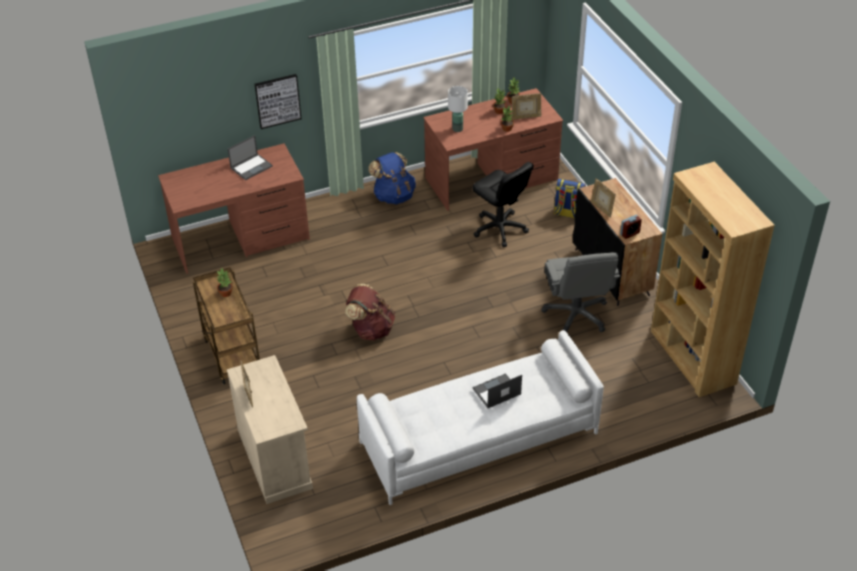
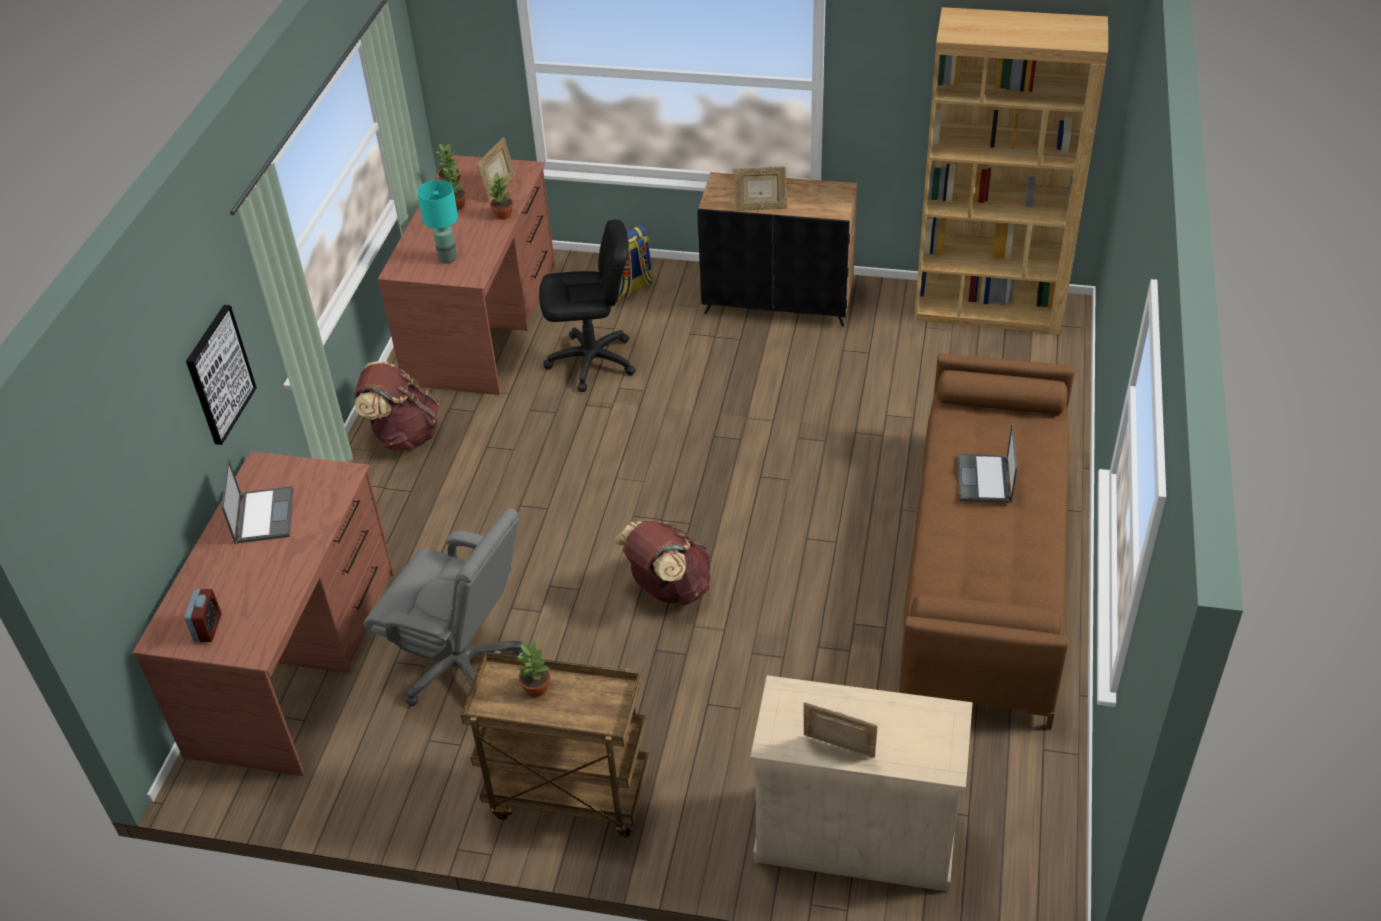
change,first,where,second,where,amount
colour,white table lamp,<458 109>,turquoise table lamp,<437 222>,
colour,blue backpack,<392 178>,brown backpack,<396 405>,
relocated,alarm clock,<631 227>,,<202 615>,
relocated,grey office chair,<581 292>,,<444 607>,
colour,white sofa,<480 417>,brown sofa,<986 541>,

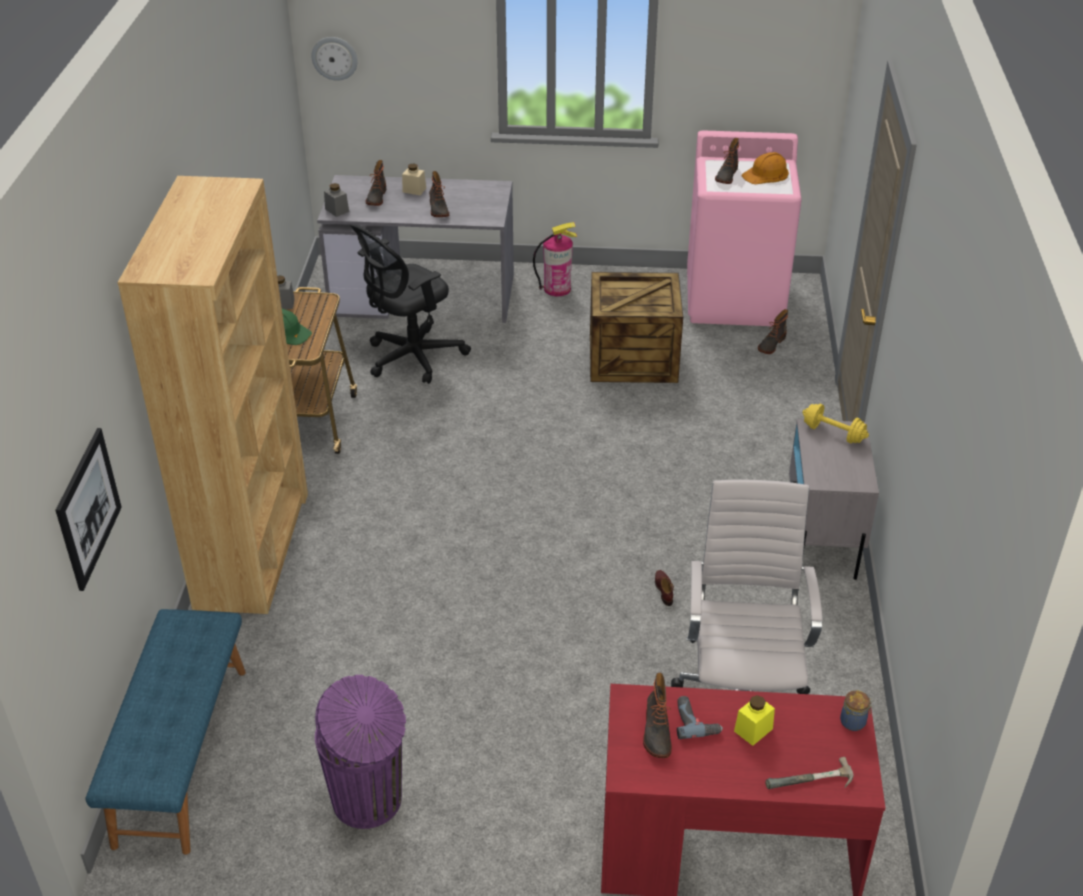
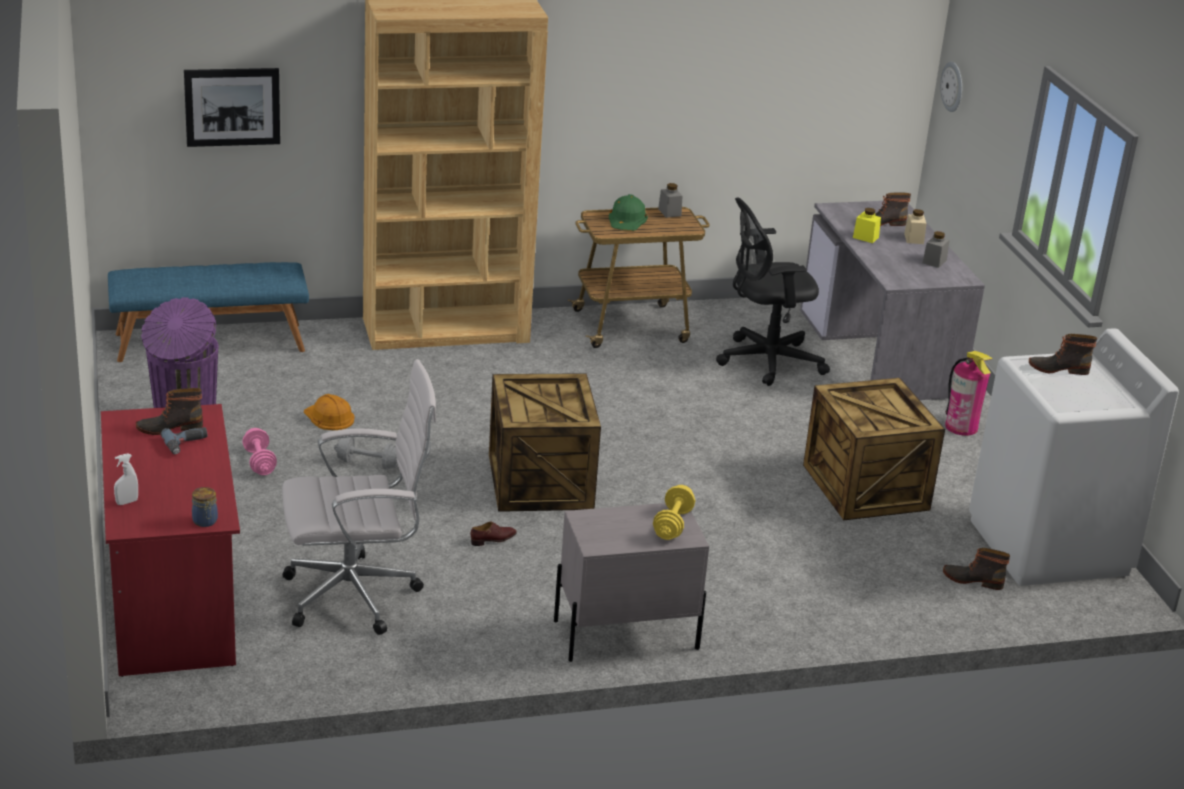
change,first,where,second,where,amount
colour,pink washing machine,<744 228>,white washing machine,<1074 457>,
relocated,orange hard hat,<765 168>,,<329 412>,
missing,boot,<439 194>,,,
relocated,grey jar,<336 200>,,<935 249>,
spun,black office chair,<411 304>,,<773 291>,45 degrees counterclockwise
relocated,yellow jar,<754 720>,,<867 225>,
exchanged,hammer,<809 773>,white spray bottle,<126 479>,
appeared,,,crate,<545 442>,
appeared,,,pink dumbbell,<259 451>,
appeared,,,grey dumbbell,<365 453>,

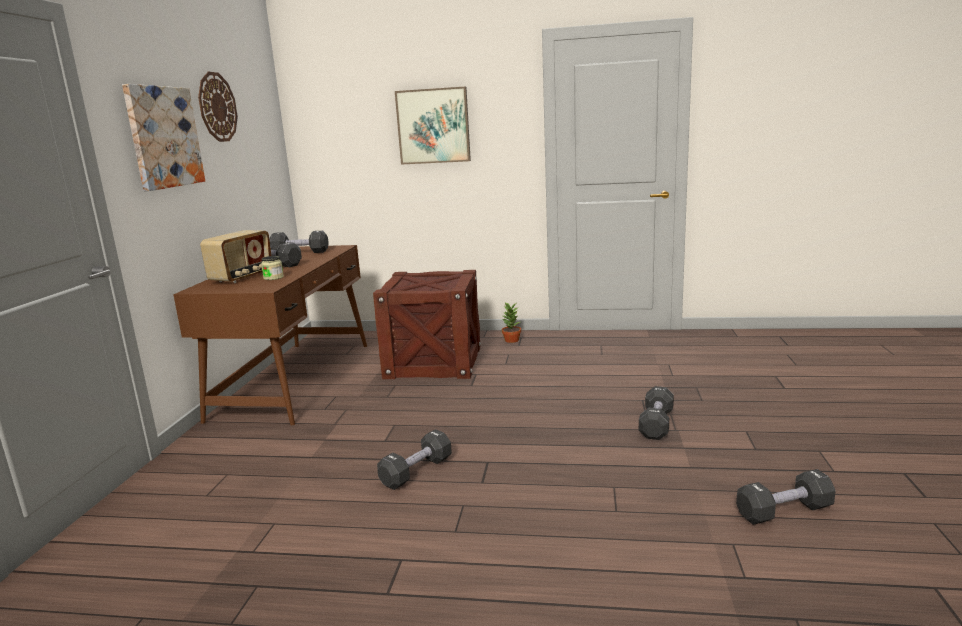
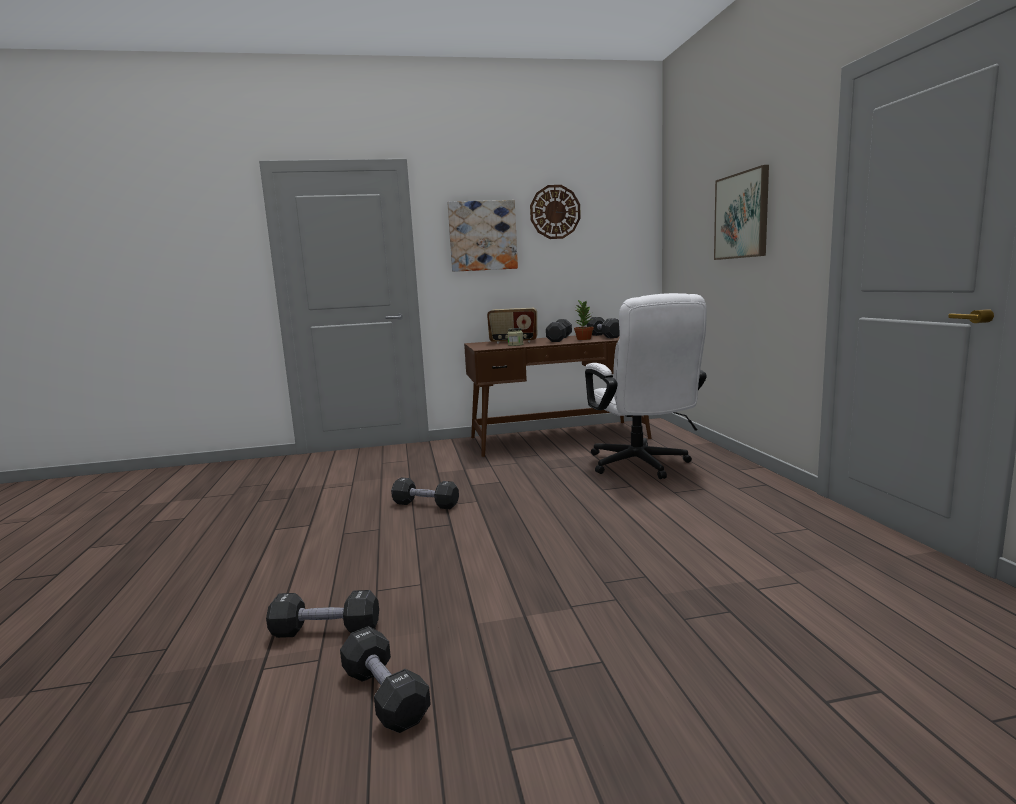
change,first,where,second,where,amount
exchanged,crate,<427 324>,white office chair,<646 386>,
relocated,potted plant,<511 322>,,<584 320>,
relocated,black dumbbell,<656 413>,,<322 614>,

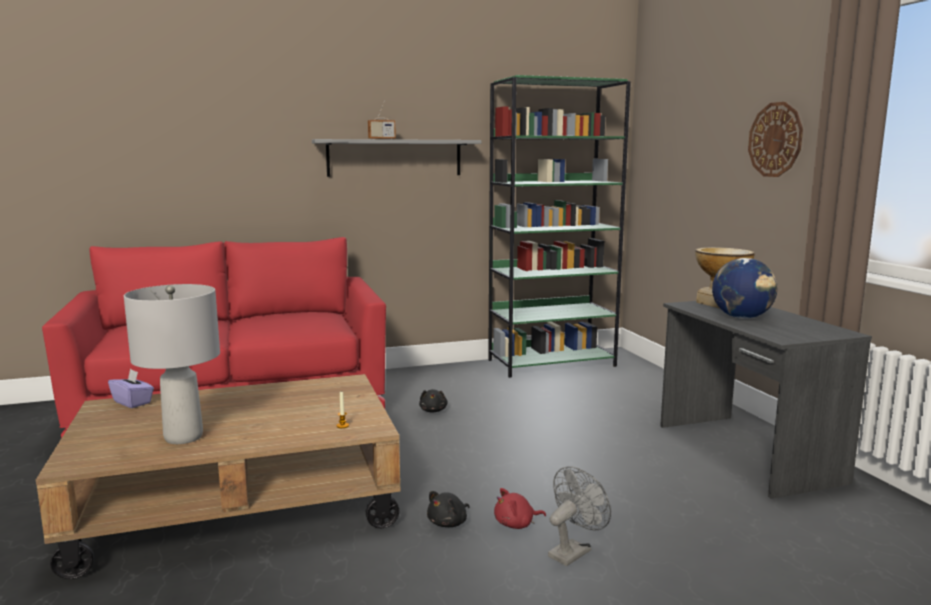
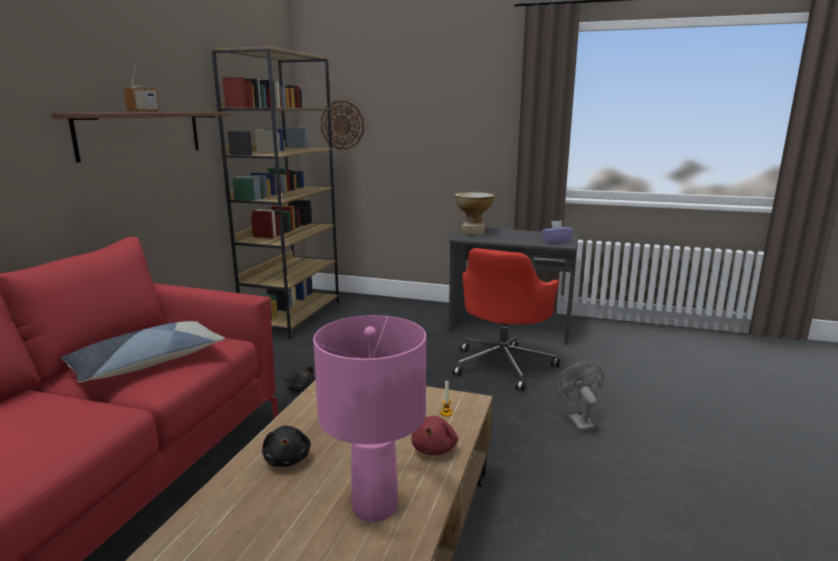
change,first,where,second,where,amount
colour,green bookcase,<559 226>,brown bookcase,<275 193>,
relocated,wall clock,<775 139>,,<342 125>,
colour,grey shelf,<396 158>,brown shelf,<140 137>,
missing,globe,<744 288>,,,
colour,grey table lamp,<172 364>,pink table lamp,<369 418>,
relocated,purple tissue box,<131 388>,,<557 231>,
relocated,red plush toy,<520 508>,,<434 435>,
relocated,black plush toy,<448 509>,,<286 446>,
appeared,,,red office chair,<506 319>,
appeared,,,pillow,<143 351>,

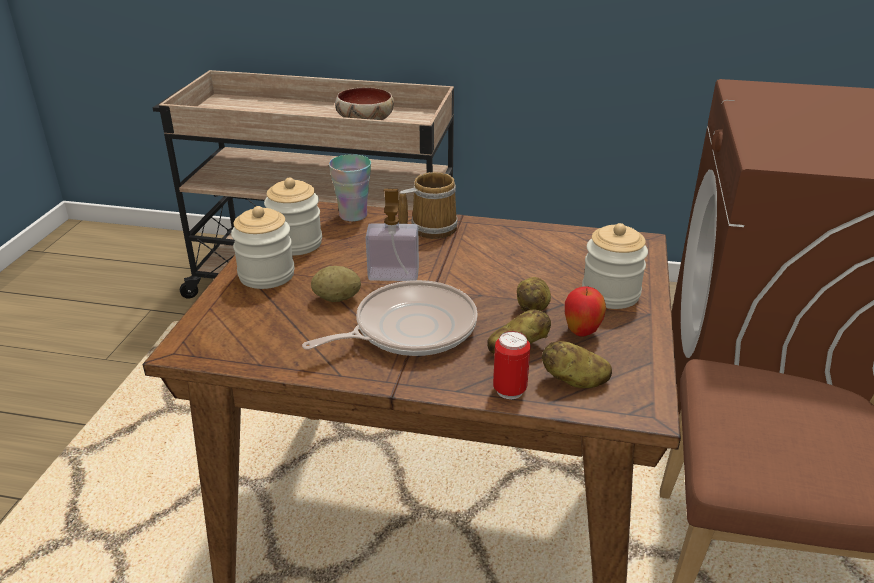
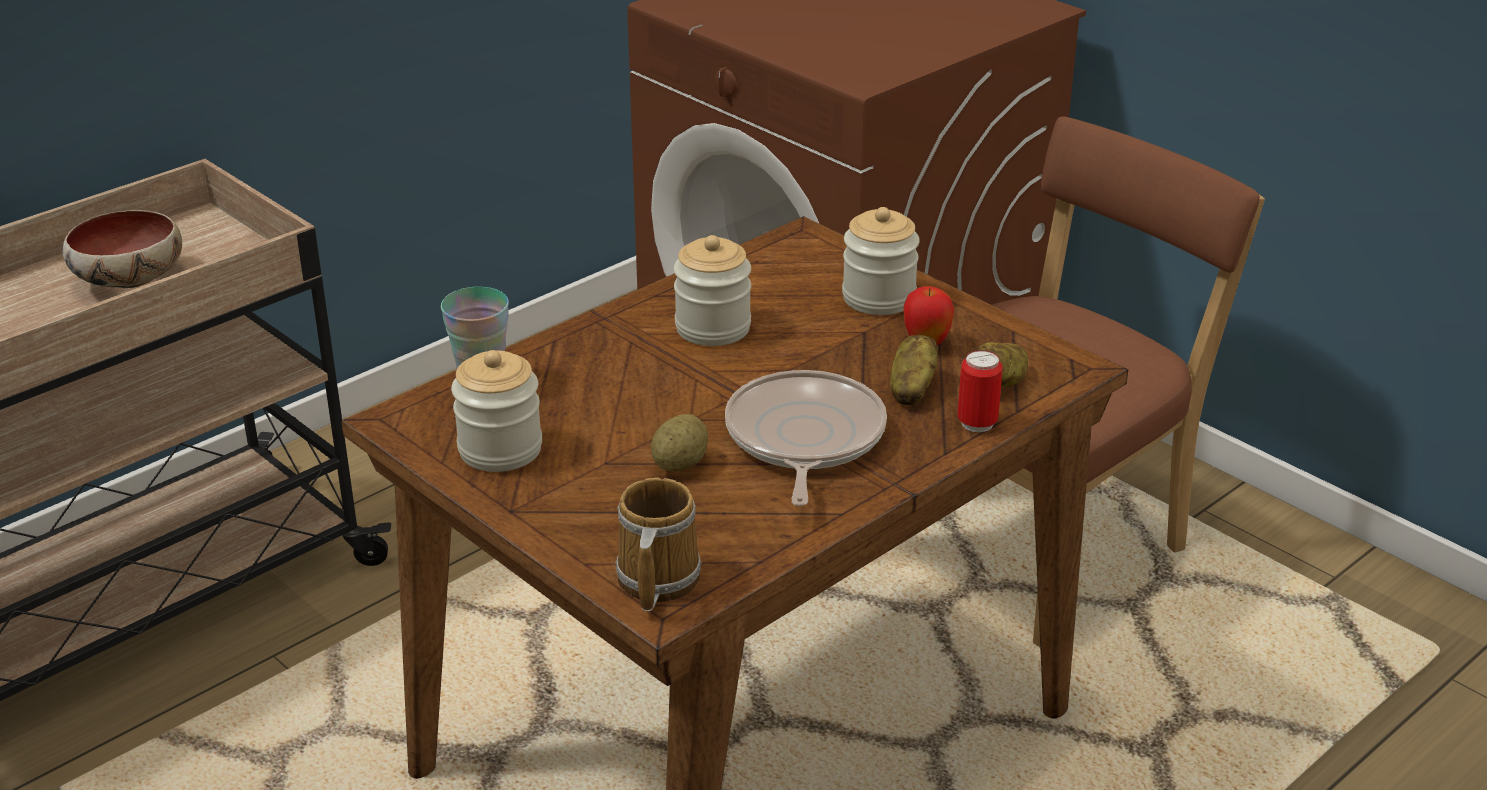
change,first,where,second,where,amount
relocated,mug,<428 205>,,<658 544>,
missing,soap dispenser,<392 235>,,,
relocated,jar,<263 247>,,<712 290>,
missing,potato,<534 294>,,,

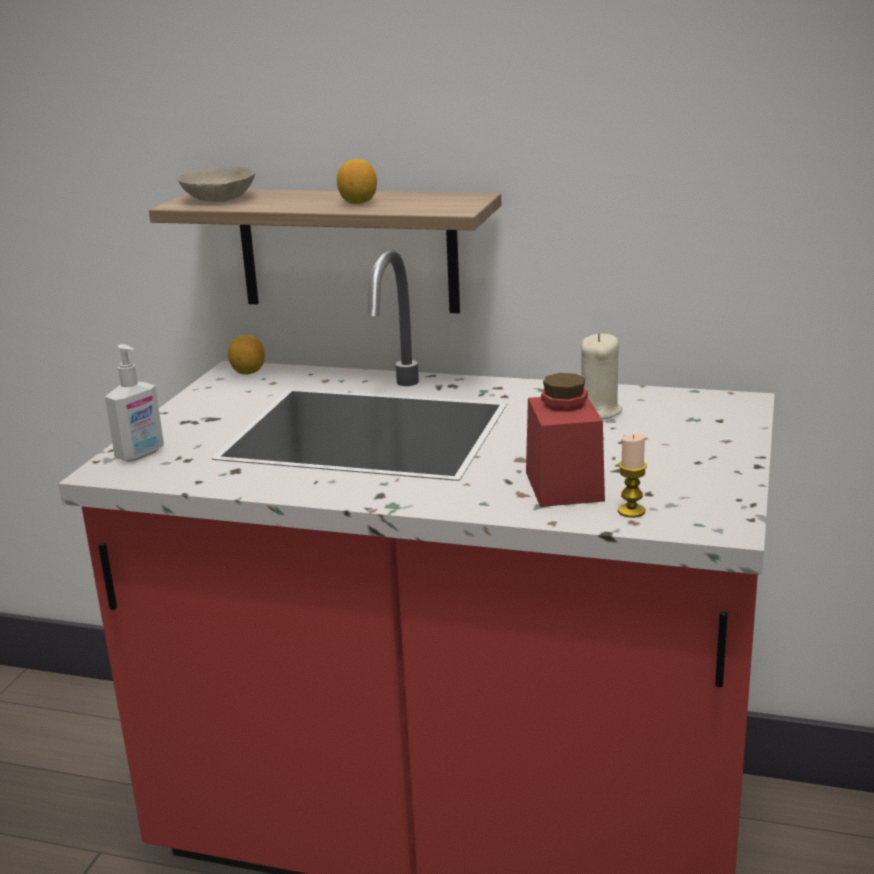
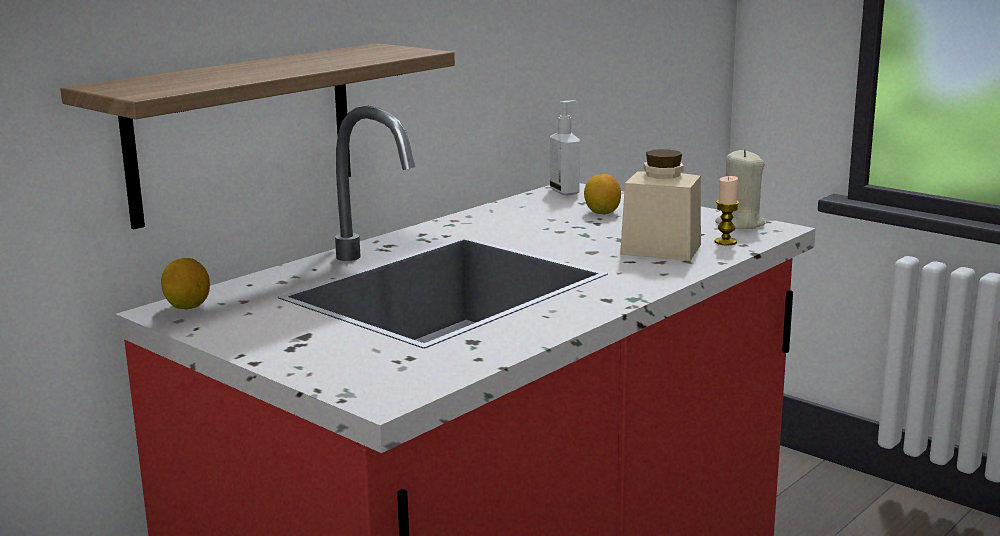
change,first,where,second,where,amount
relocated,lemon,<357 181>,,<602 194>,
missing,beige bowl,<216 184>,,,
relocated,beige candle,<601 376>,,<740 189>,
relocated,soap dispenser,<134 403>,,<565 148>,
colour,red jar,<565 440>,beige jar,<660 205>,

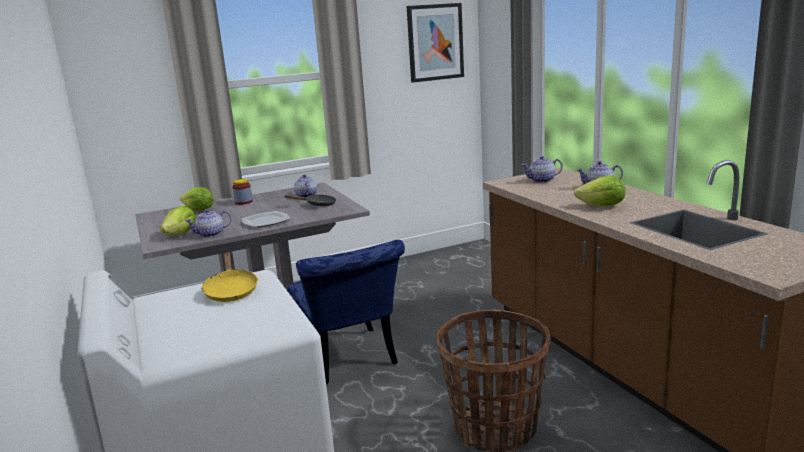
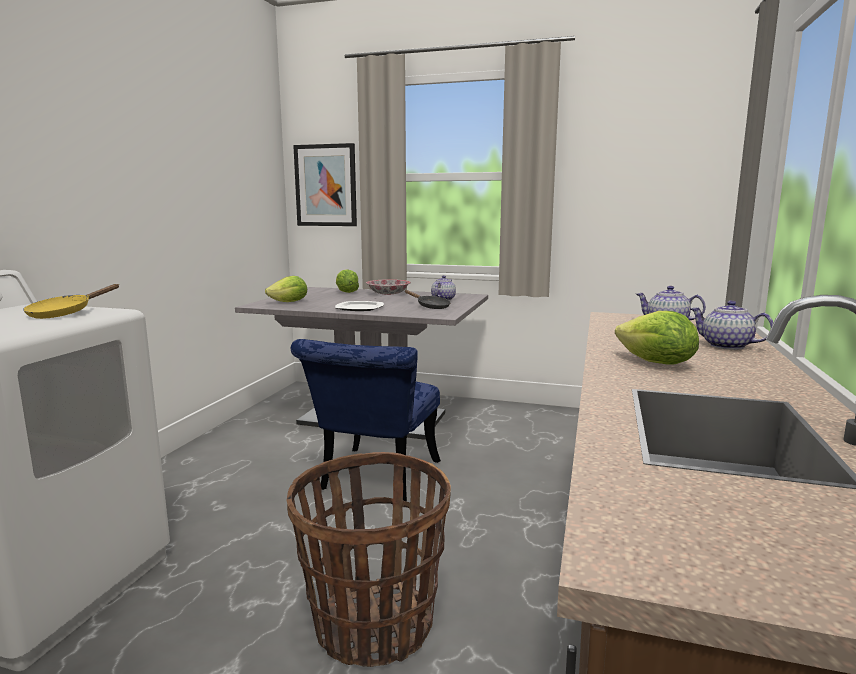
change,first,where,second,where,amount
relocated,picture,<435 43>,,<325 184>,
exchanged,jar,<242 192>,bowl,<388 287>,
missing,teapot,<208 223>,,,

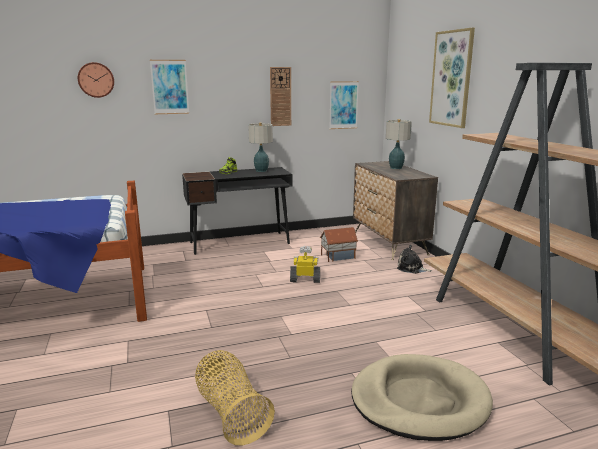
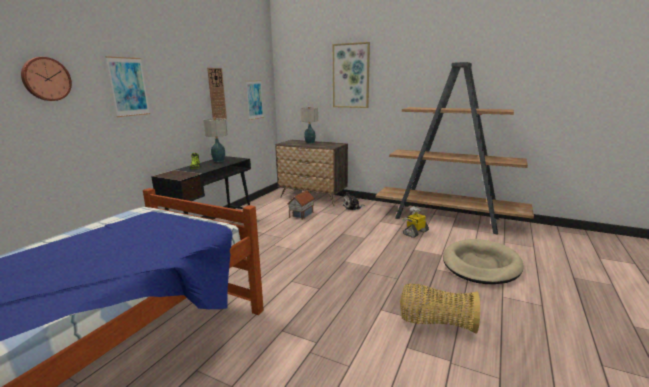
change,first,where,second,where,amount
relocated,toy robot,<305 264>,,<415 222>,

